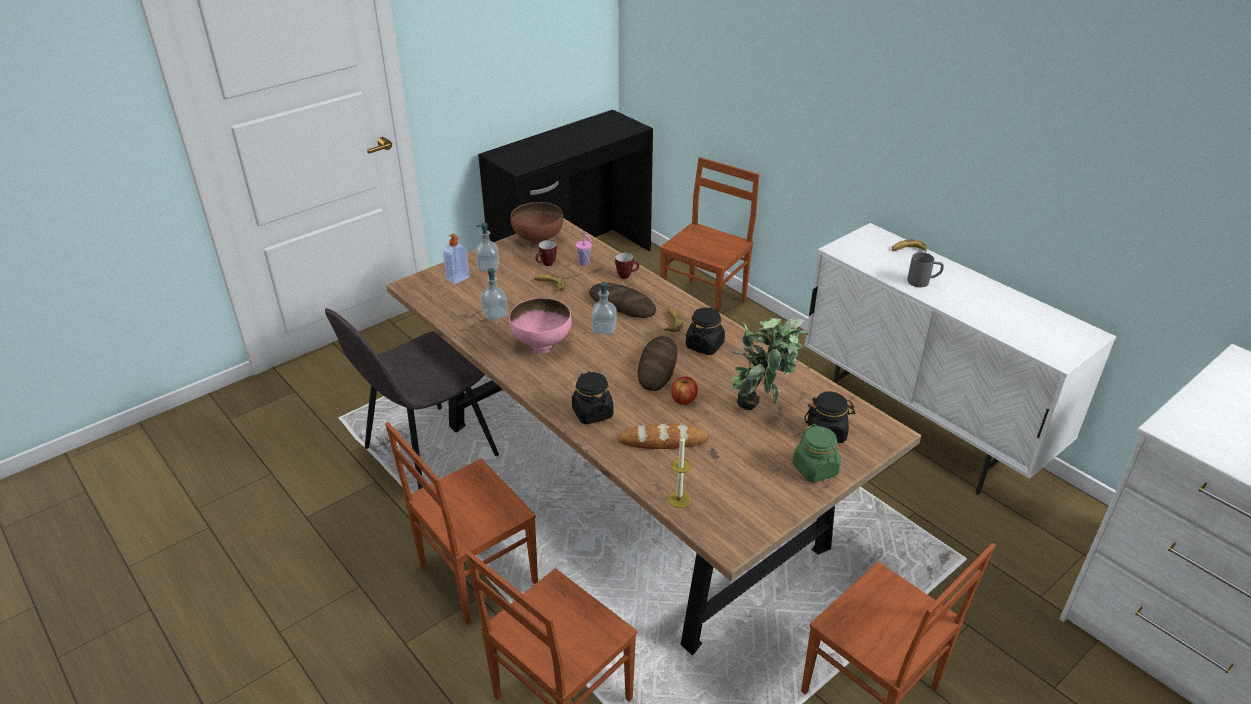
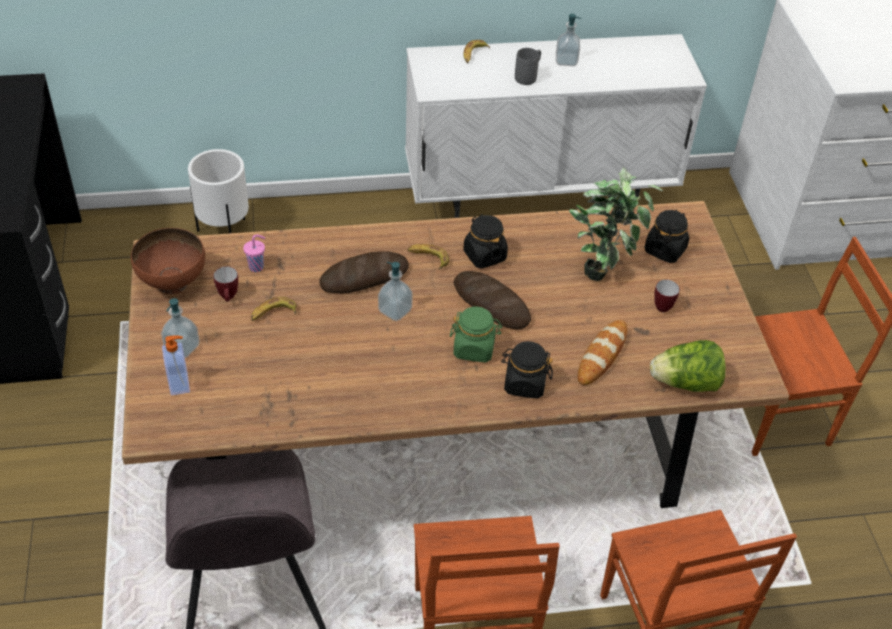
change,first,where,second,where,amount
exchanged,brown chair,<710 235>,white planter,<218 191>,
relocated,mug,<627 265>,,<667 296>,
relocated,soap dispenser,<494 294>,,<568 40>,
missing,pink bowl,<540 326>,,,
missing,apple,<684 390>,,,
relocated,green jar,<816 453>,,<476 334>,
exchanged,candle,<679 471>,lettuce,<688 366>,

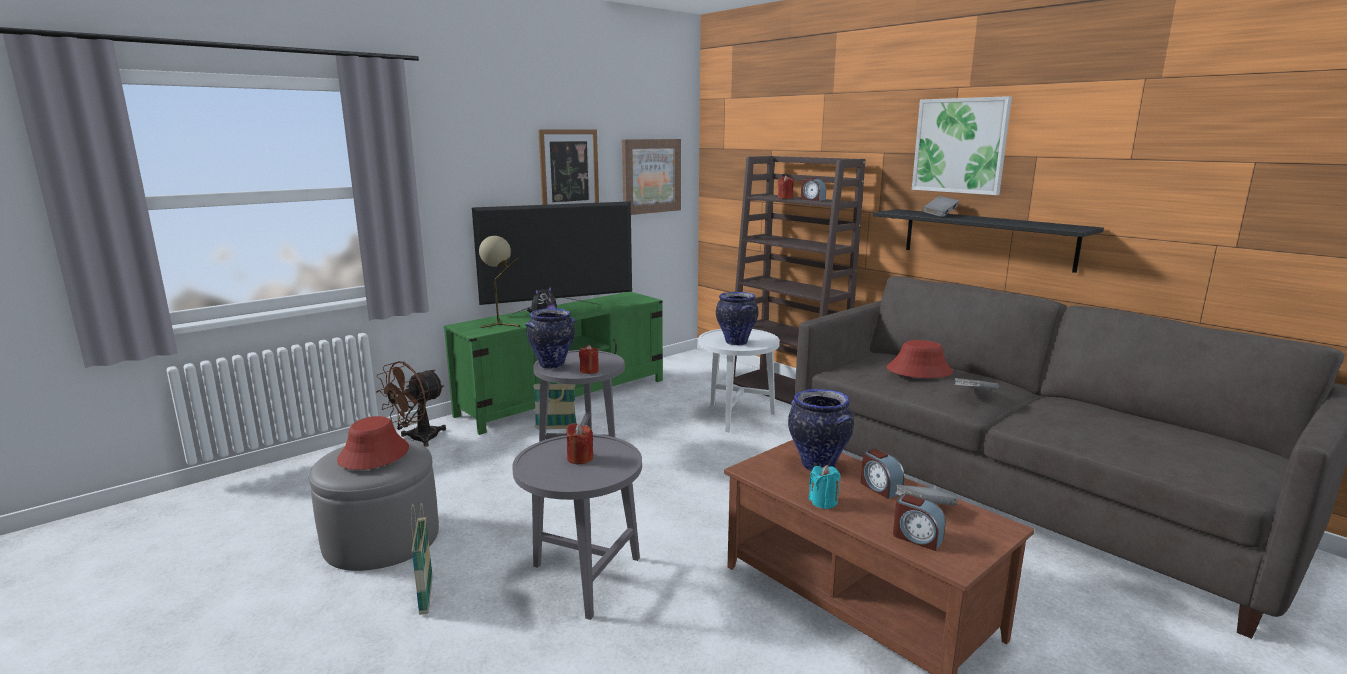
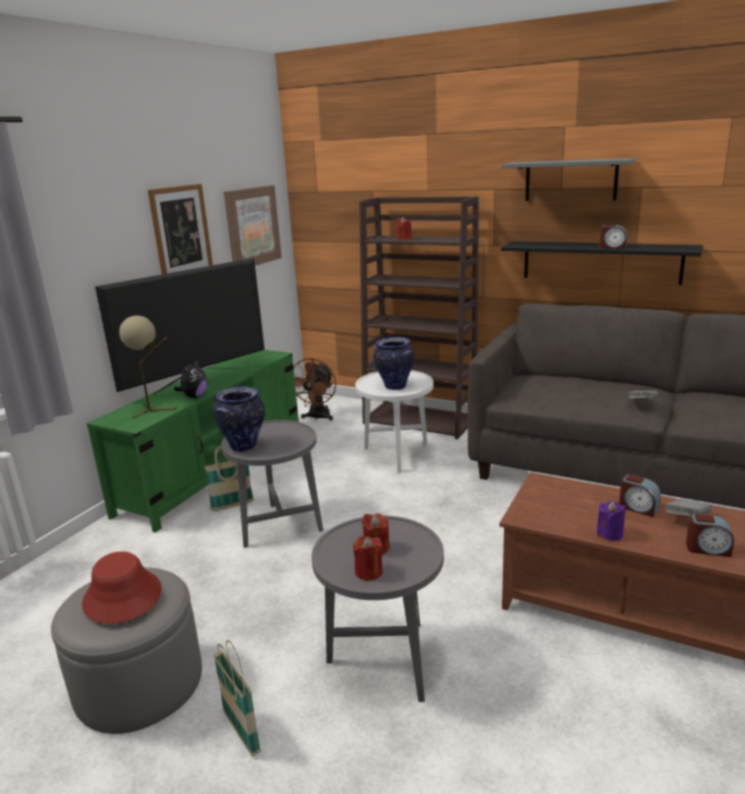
change,first,where,second,where,amount
exchanged,picture,<962 145>,grey shelf,<569 179>,
relocated,alarm clock,<813 189>,,<613 236>,
missing,grey book,<941 206>,,,
missing,red hat,<920 359>,,,
relocated,red candle,<589 359>,,<368 558>,
relocated,brown fan,<411 404>,,<314 389>,
missing,vase,<821 430>,,,
colour,turquoise candle,<824 487>,purple candle,<611 521>,

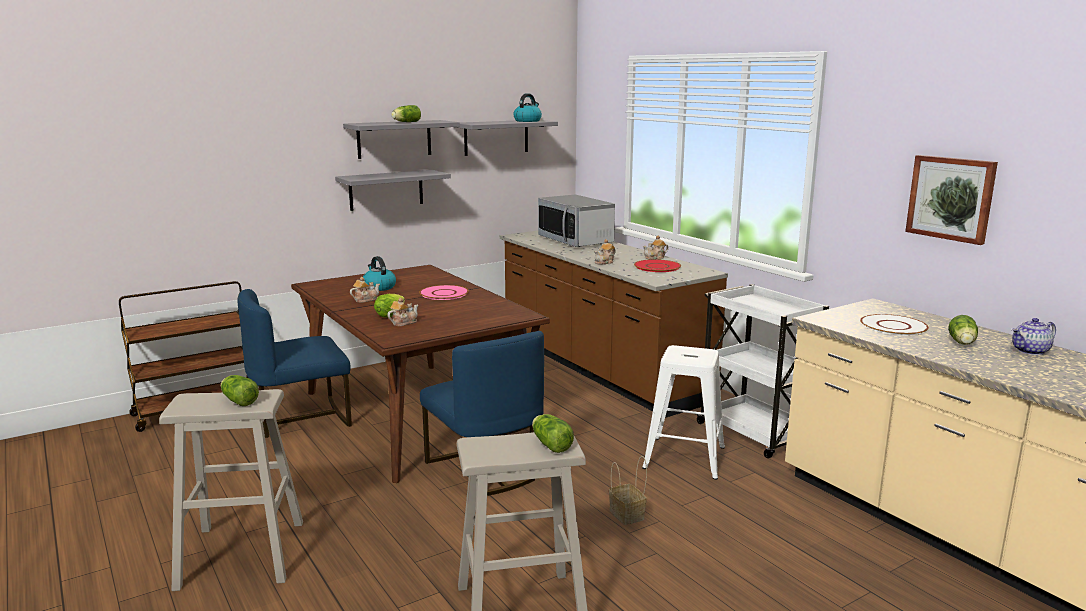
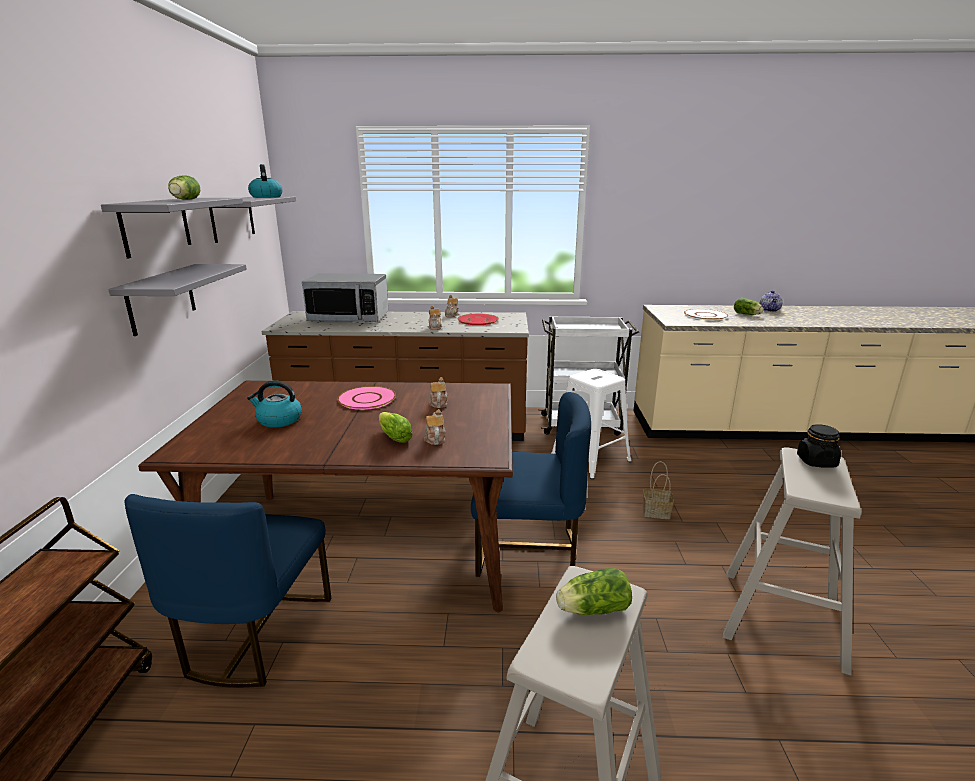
change,first,where,second,where,amount
missing,picture,<951 200>,,,
relocated,teapot,<365 290>,,<438 392>,
exchanged,lettuce,<553 433>,black jar,<819 446>,

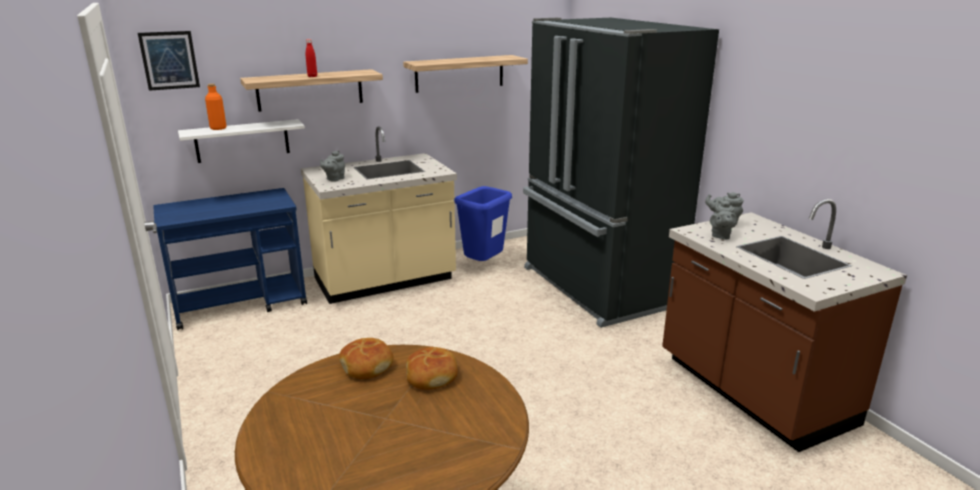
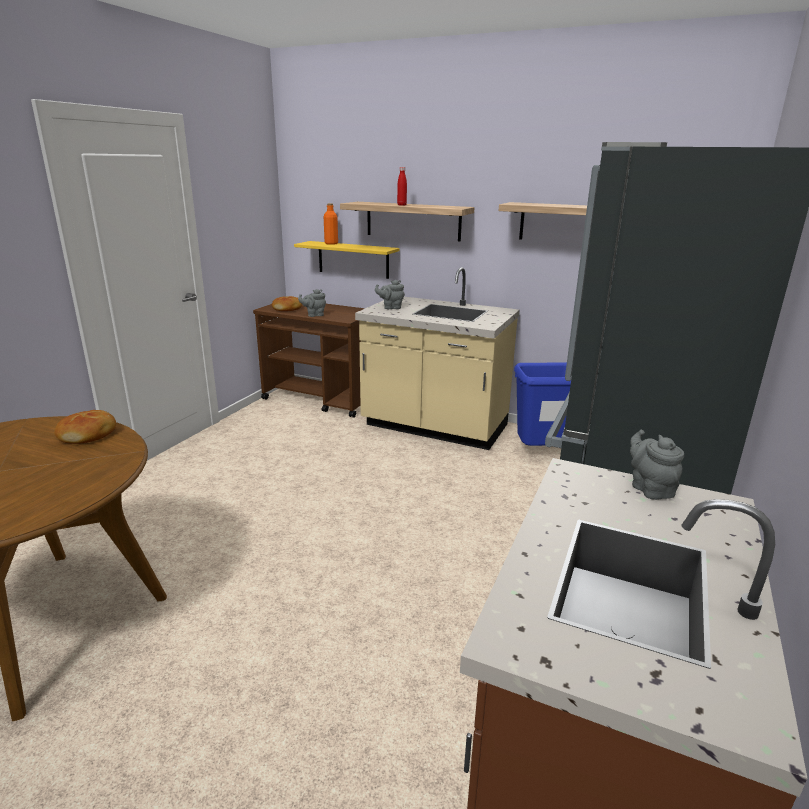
change,first,where,second,where,amount
missing,picture,<169 61>,,,
colour,white shelf,<241 141>,yellow shelf,<347 260>,
colour,blue cart,<230 259>,brown cart,<309 361>,
relocated,grey teapot,<723 219>,,<312 303>,
relocated,bread,<432 368>,,<287 303>,

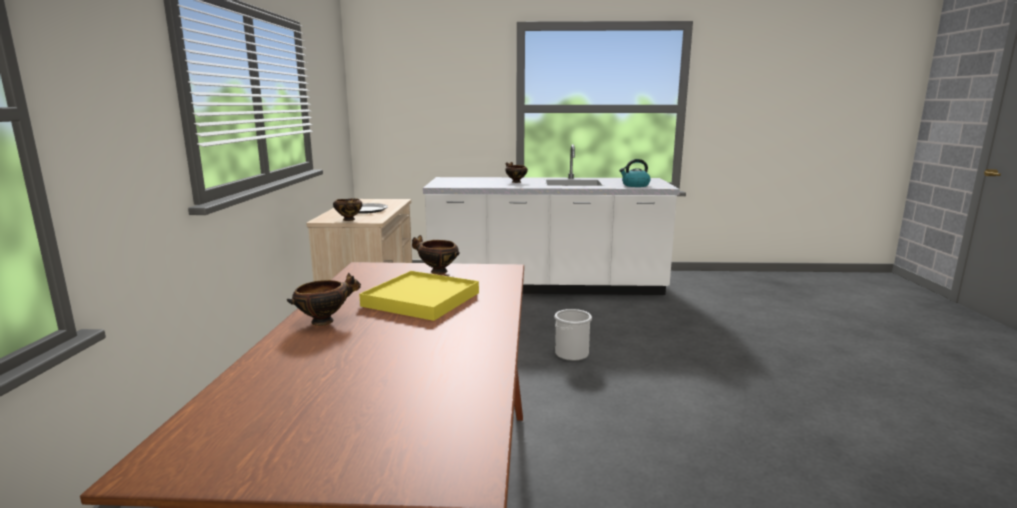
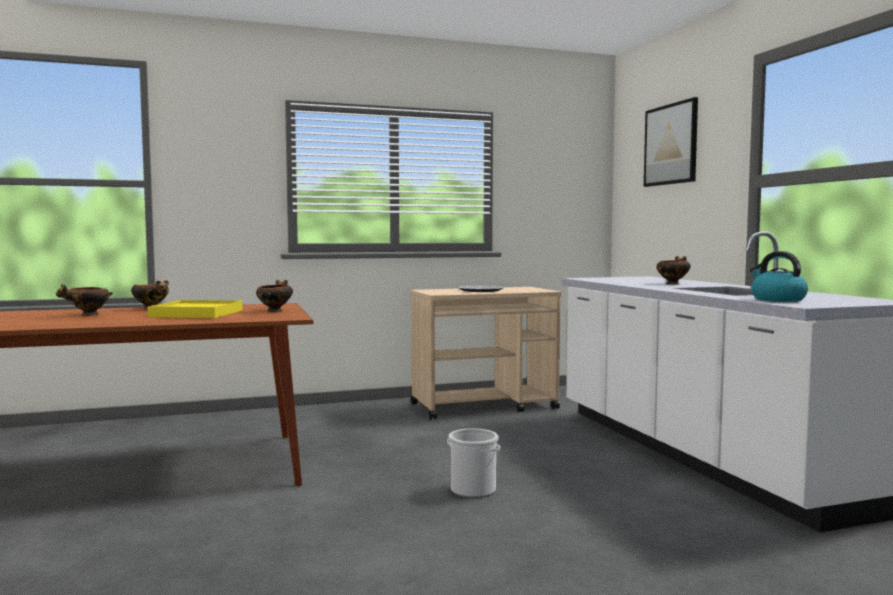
change,first,where,second,where,amount
relocated,bowl,<347 210>,,<84 300>,
appeared,,,picture,<671 142>,

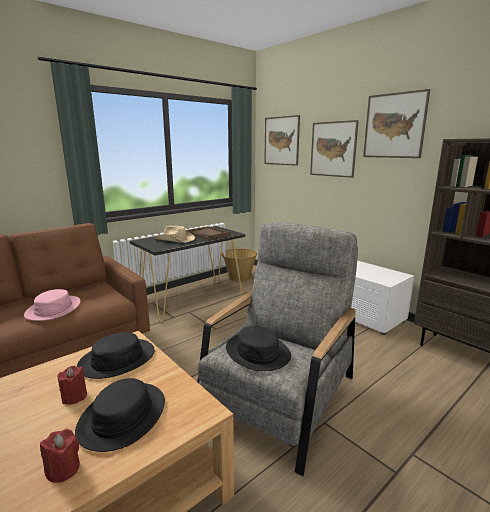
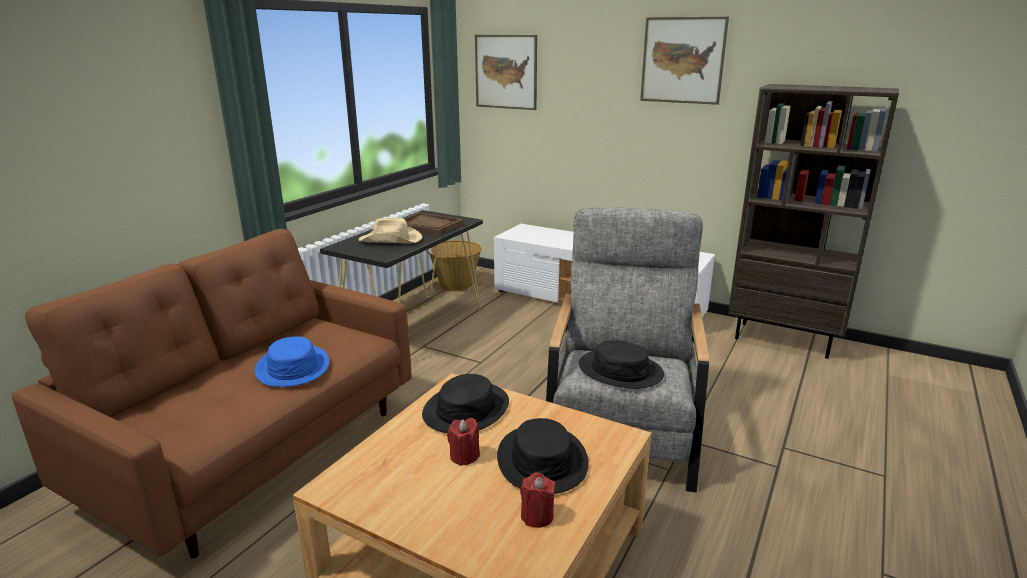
change,first,where,second,where,amount
missing,picture,<334 149>,,,
colour,pink hat,<52 305>,blue hat,<292 362>,

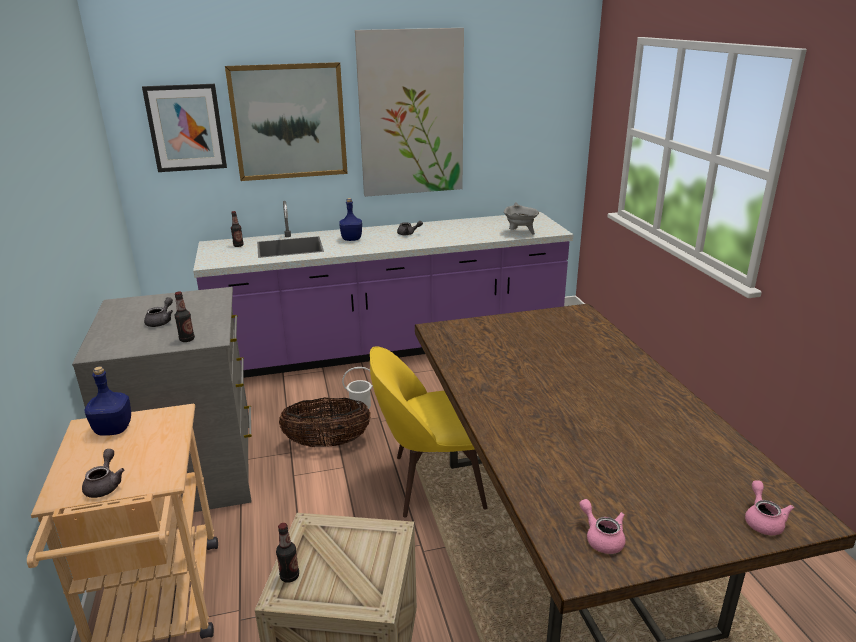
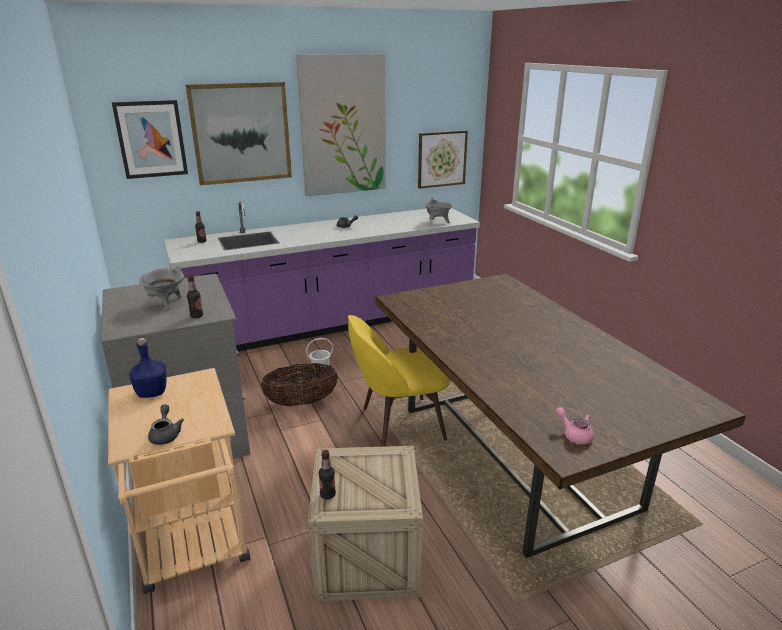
change,first,where,second,where,amount
missing,blue bottle,<350 219>,,,
exchanged,grey teapot,<158 312>,grey cooking pot,<161 288>,
missing,pink teapot,<769 507>,,,
appeared,,,picture,<443 159>,

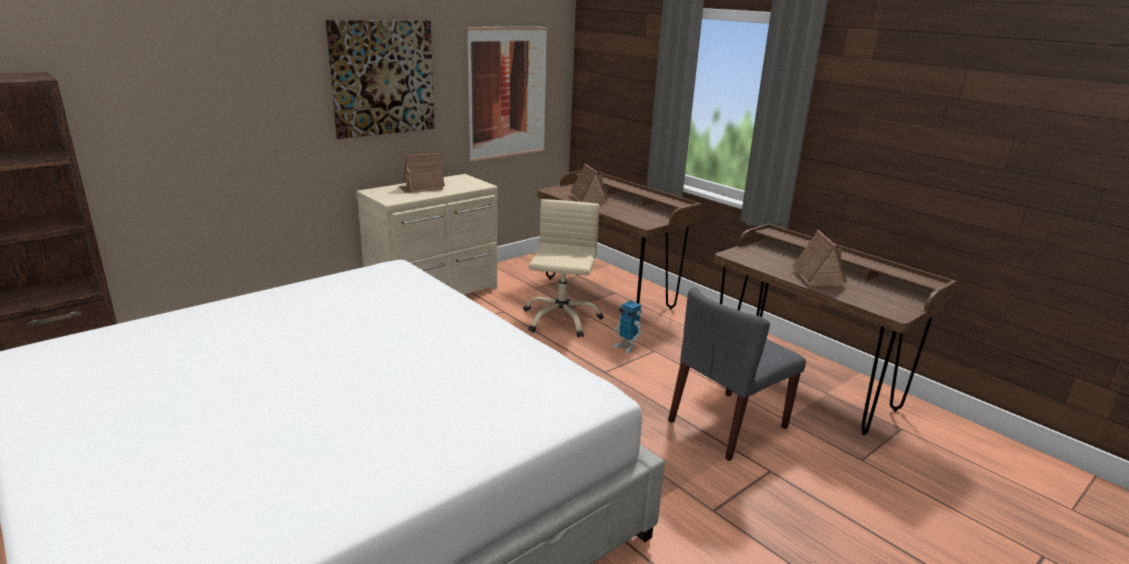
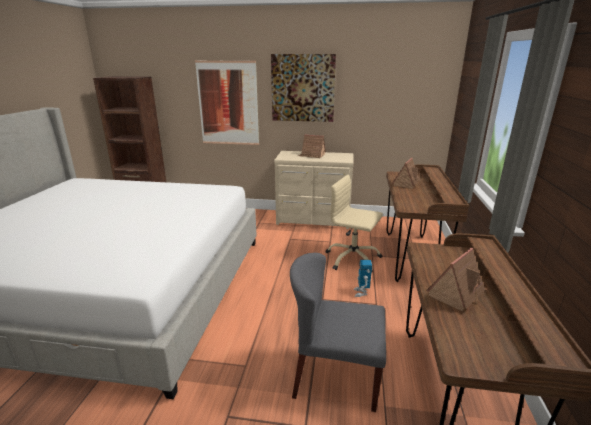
change,first,where,second,where,amount
relocated,picture,<507 93>,,<227 103>,
spun,beige office chair,<563 268>,,<354 224>,120 degrees counterclockwise

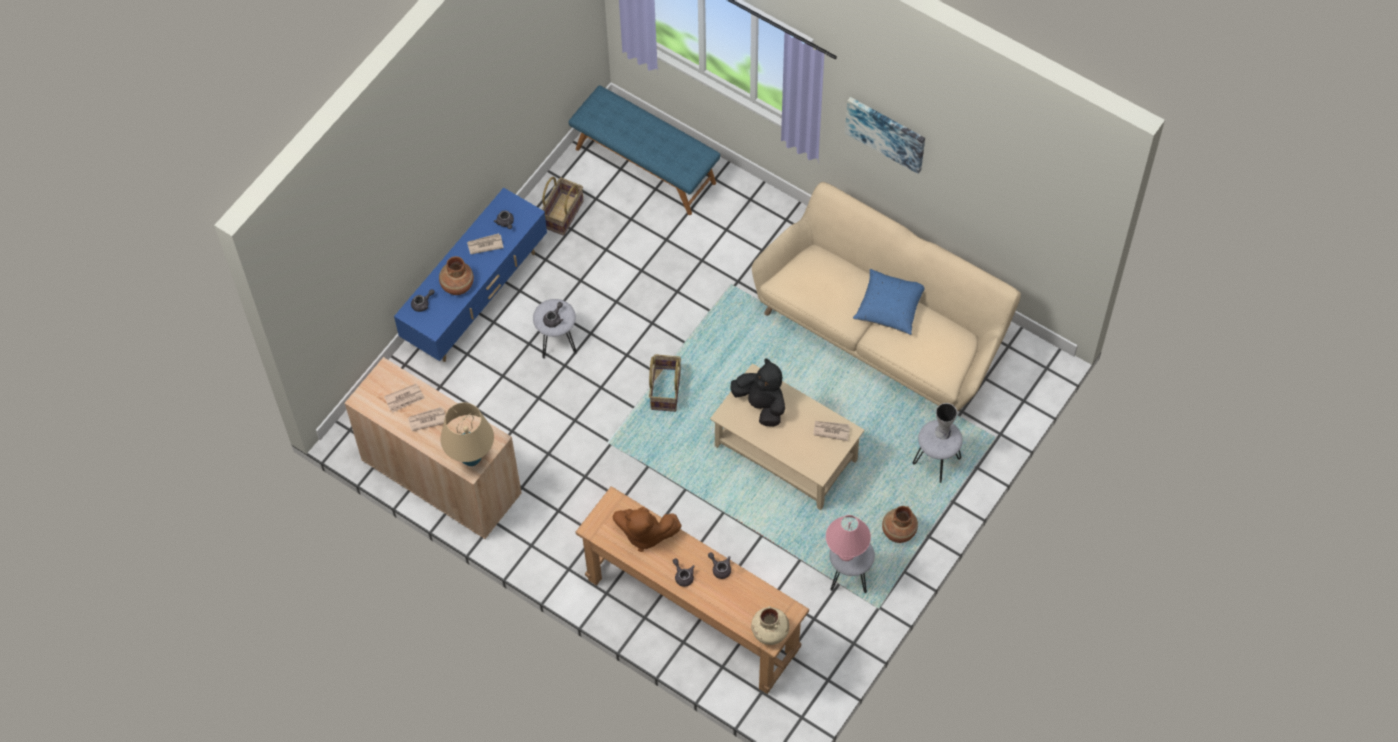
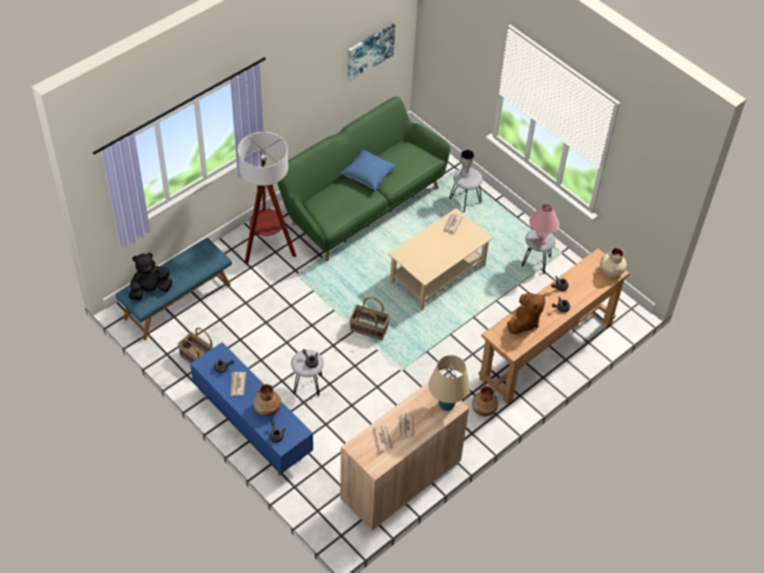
change,first,where,second,where,amount
relocated,picture,<885 135>,,<371 52>,
colour,beige sofa,<886 297>,green sofa,<363 178>,
relocated,black plush toy,<757 392>,,<150 276>,
relocated,brown vase,<900 524>,,<485 401>,
appeared,,,floor lamp,<267 198>,

